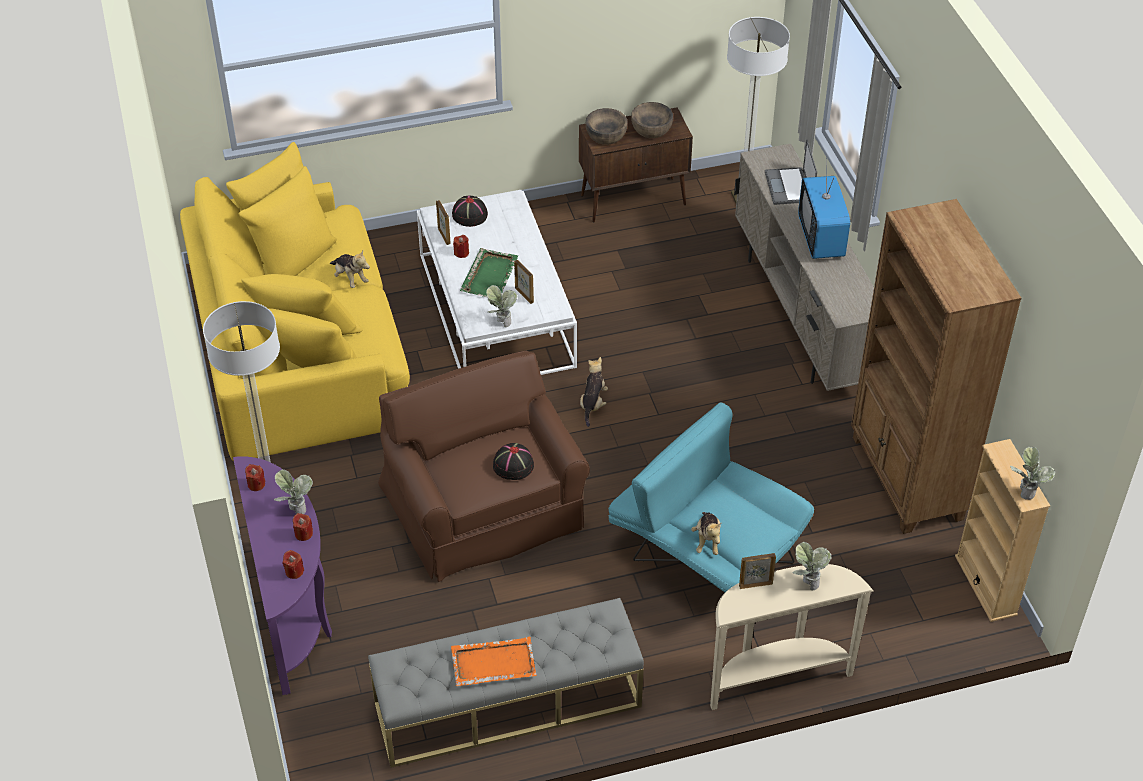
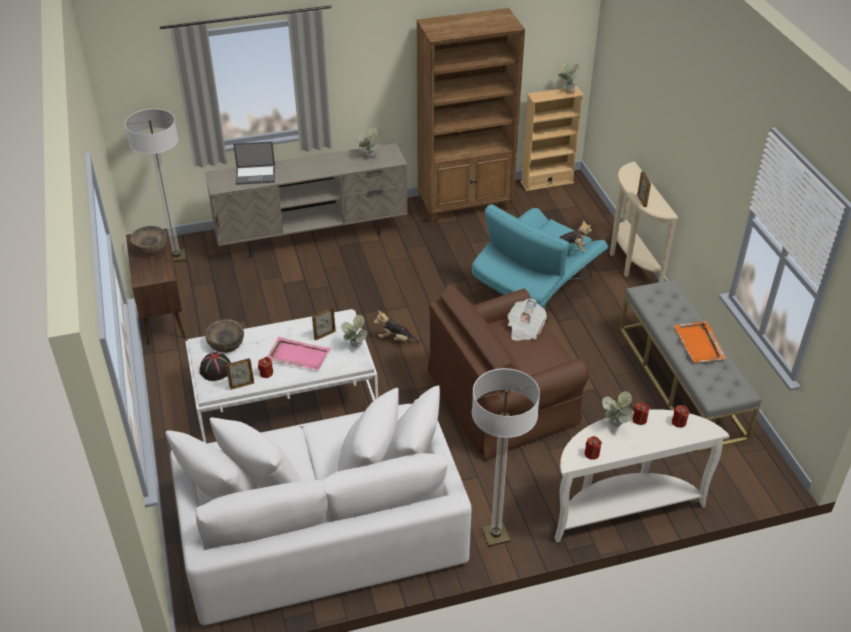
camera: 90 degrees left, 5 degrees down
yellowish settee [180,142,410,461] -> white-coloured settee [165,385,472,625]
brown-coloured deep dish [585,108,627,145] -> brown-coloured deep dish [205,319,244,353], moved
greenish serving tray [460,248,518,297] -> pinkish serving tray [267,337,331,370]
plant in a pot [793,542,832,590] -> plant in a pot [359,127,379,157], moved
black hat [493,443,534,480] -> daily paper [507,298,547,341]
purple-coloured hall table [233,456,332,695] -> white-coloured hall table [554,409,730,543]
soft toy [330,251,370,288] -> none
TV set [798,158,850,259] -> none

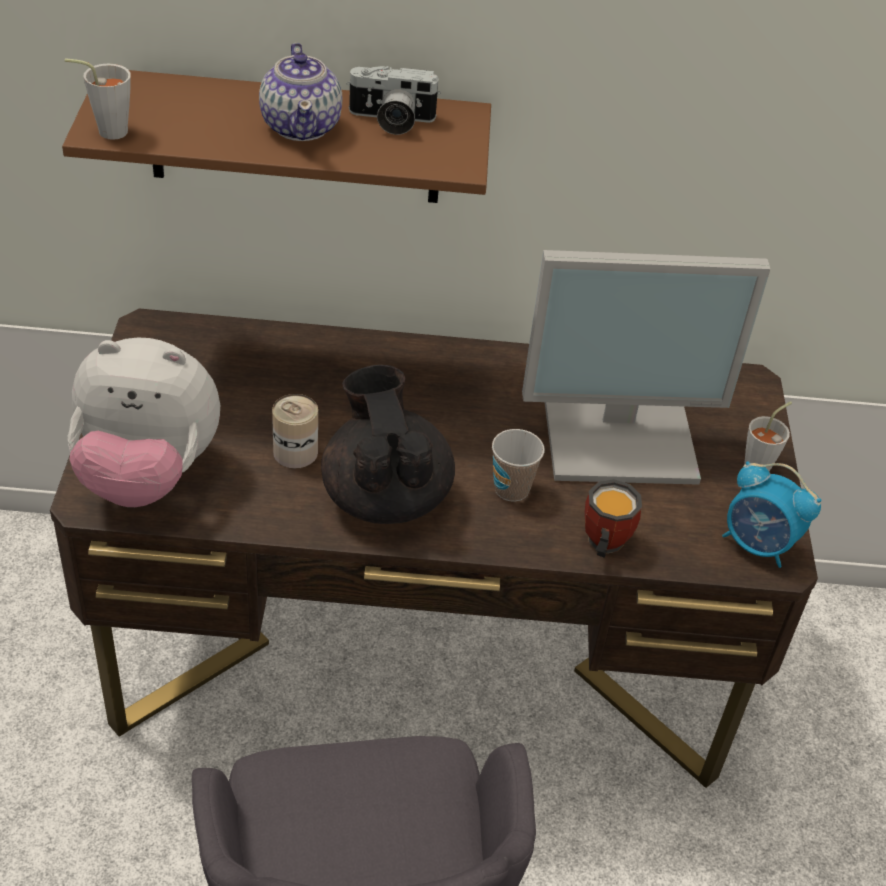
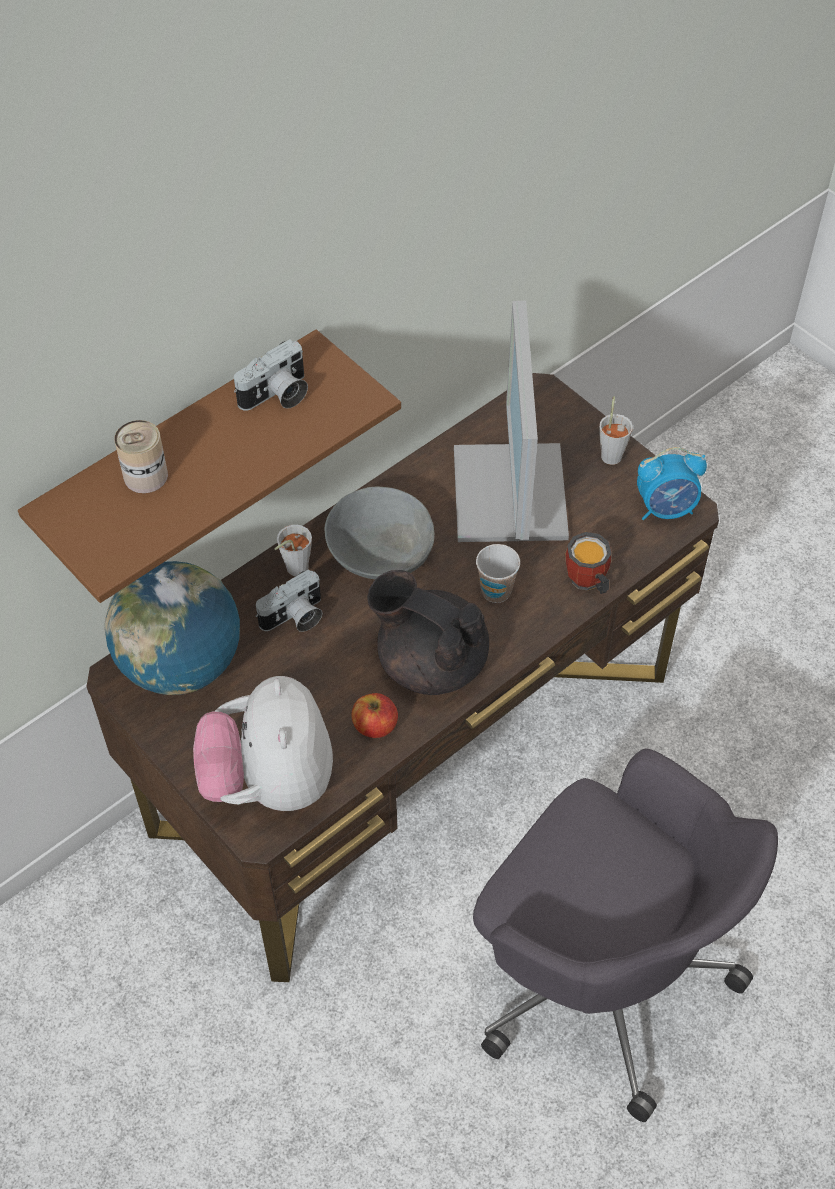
camera: 40 degrees left, 10 degrees up
none -> world globe [105,561,240,695]
sealed can [272,394,318,469] -> sealed can [114,420,168,493], moved
soft toy [67,338,220,507] -> soft toy [193,676,333,811], 120 degrees clockwise
none -> still camera [255,569,323,632]
greyish small cup [65,58,131,140] -> greyish small cup [274,525,312,576], moved
none -> greyish deep dish [325,487,435,579]
none -> apple [351,693,398,738]
computer display [522,250,770,485] -> computer display [454,301,569,542], 135 degrees clockwise
teapot [259,43,343,141] -> none

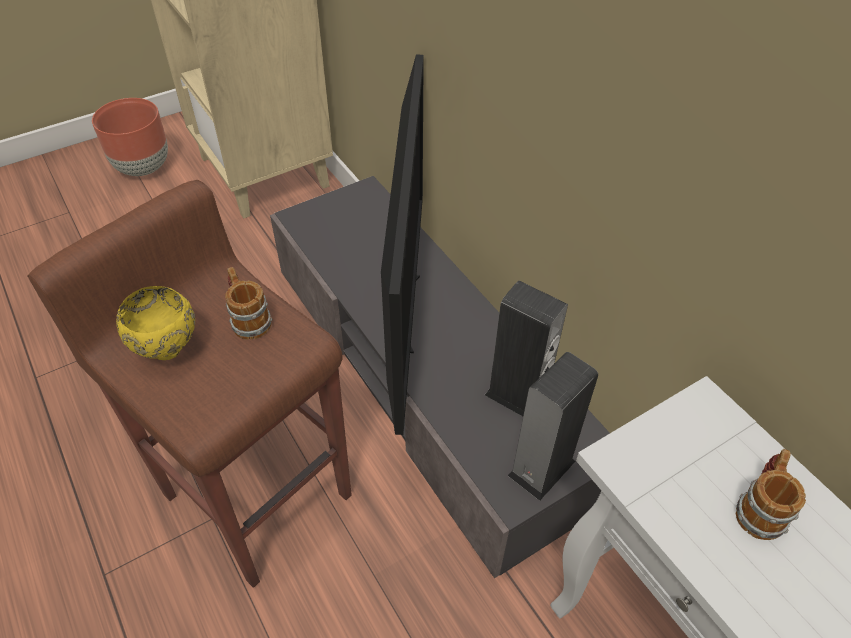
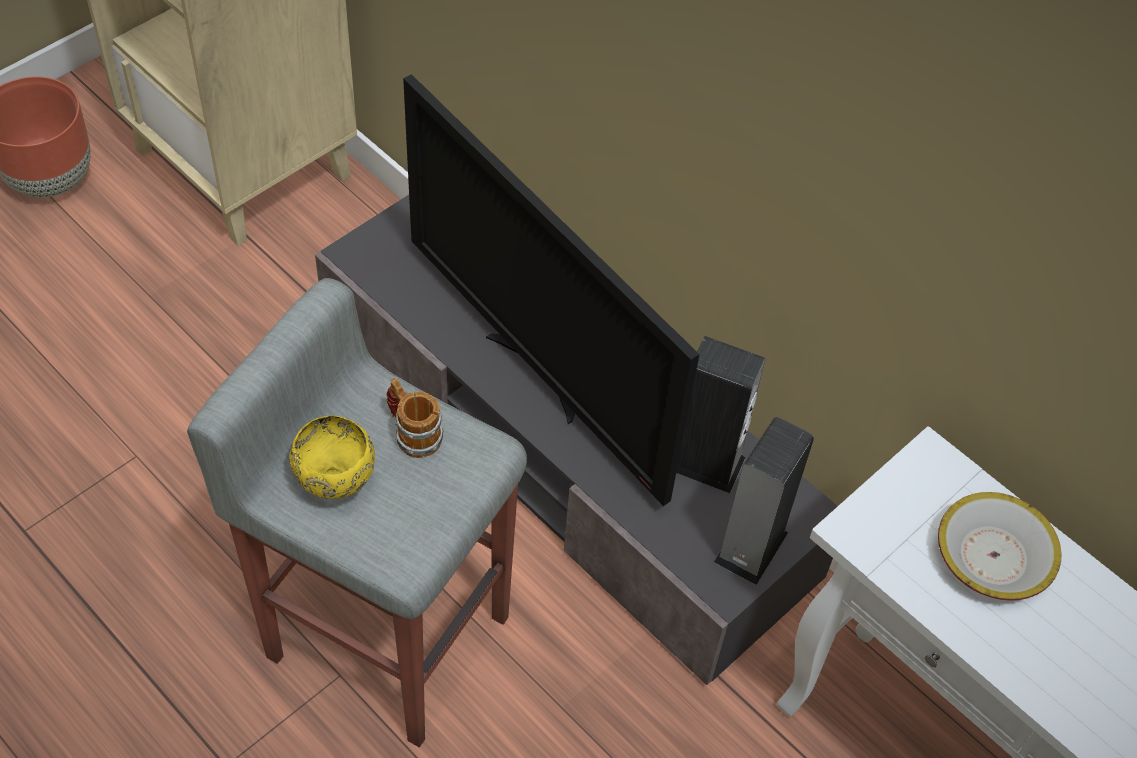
camera: 15 degrees left, 5 degrees up
brown-coloured stool [27,180,352,588] -> greyish stool [187,278,527,747]
TV set [381,55,424,435] -> TV set [403,74,700,506], 150 degrees clockwise
tea mug [735,449,806,540] -> deep dish [938,492,1061,601]

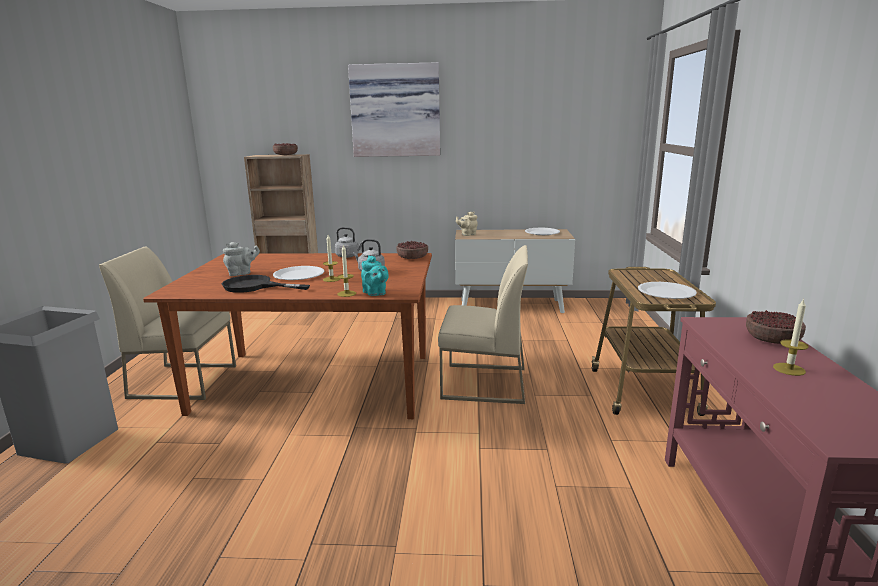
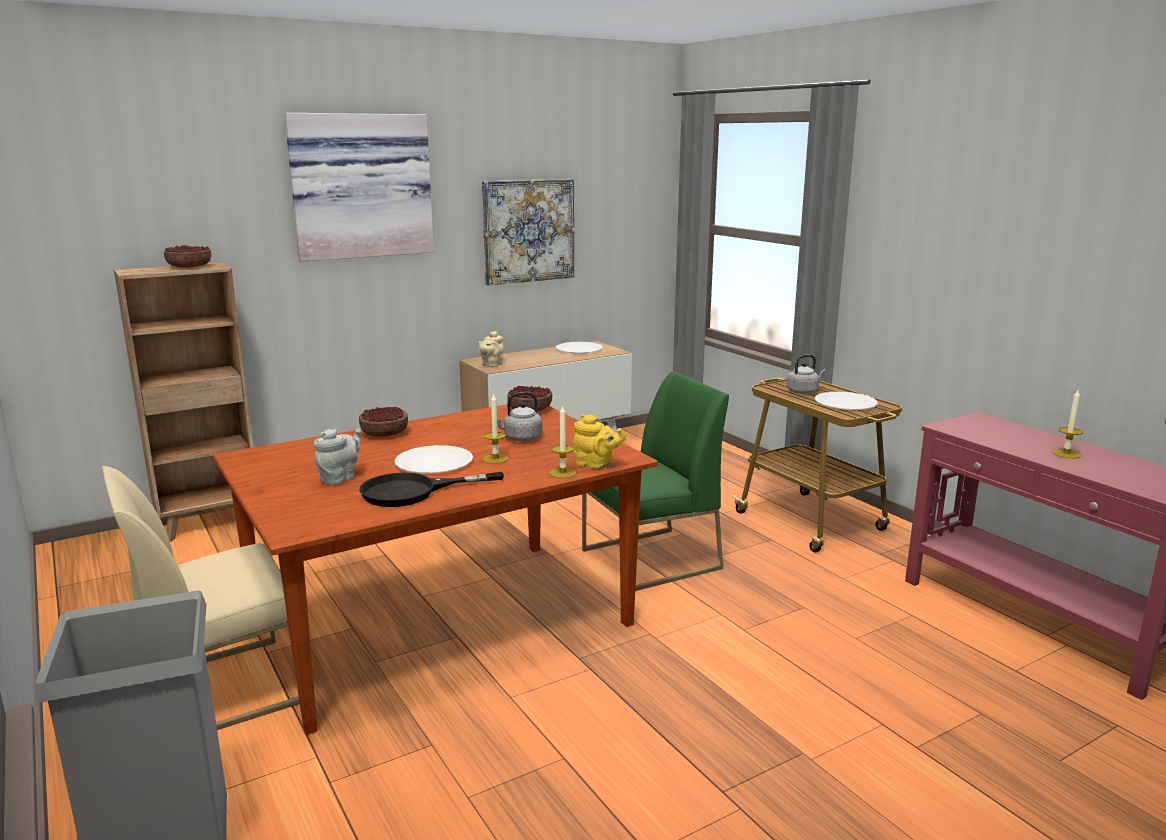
camera: 35 degrees left, 0 degrees up
deep dish [746,310,806,344] -> deep dish [359,407,408,437], moved
none -> wall art [482,179,574,286]
turquoise teapot [361,255,389,296] -> yellowish teapot [573,414,626,469]
sand-coloured plain chair [438,245,528,404] -> greenish plain chair [582,371,729,591]
greyish kettle [335,227,363,258] -> greyish kettle [787,354,826,394], moved

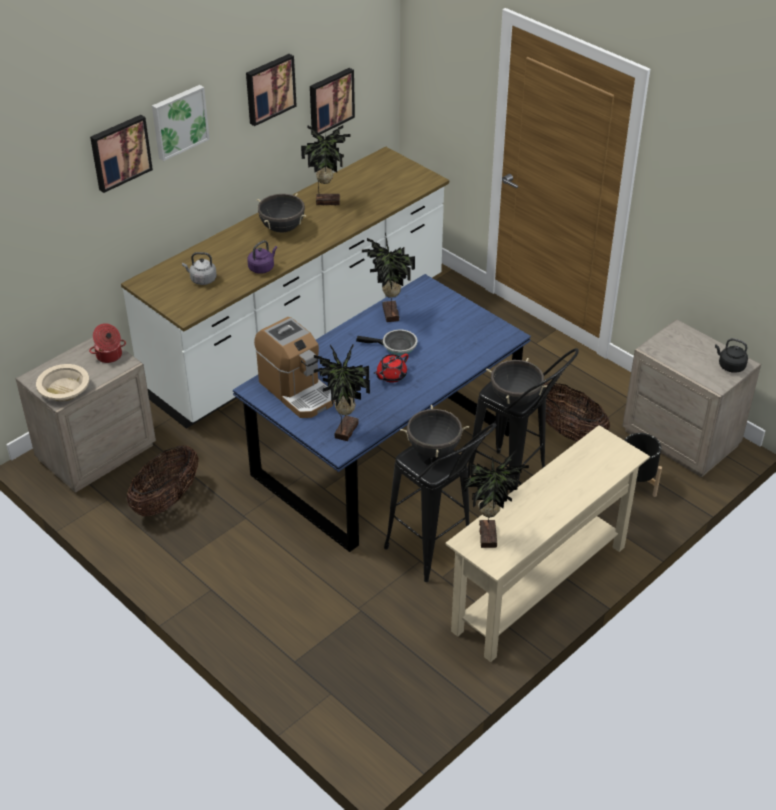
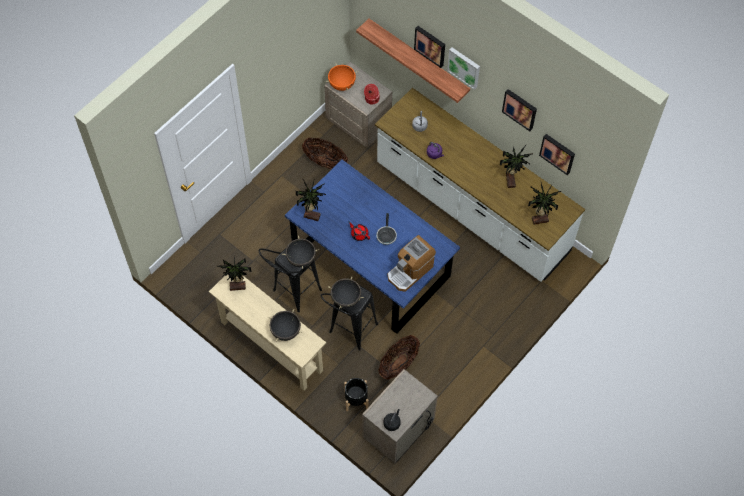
camera: 85 degrees right, 20 degrees up
black saucepot [257,193,306,233] -> black saucepot [268,309,302,341], moved
sand-coloured deep dish [36,364,89,401] -> orange-coloured saucepot [326,63,358,91]
none -> wall shelf [356,19,470,103]
coffee brewer [254,317,335,418] -> coffee brewer [388,235,436,292], moved
plant in a pot [362,233,415,322] -> plant in a pot [528,182,561,225], moved

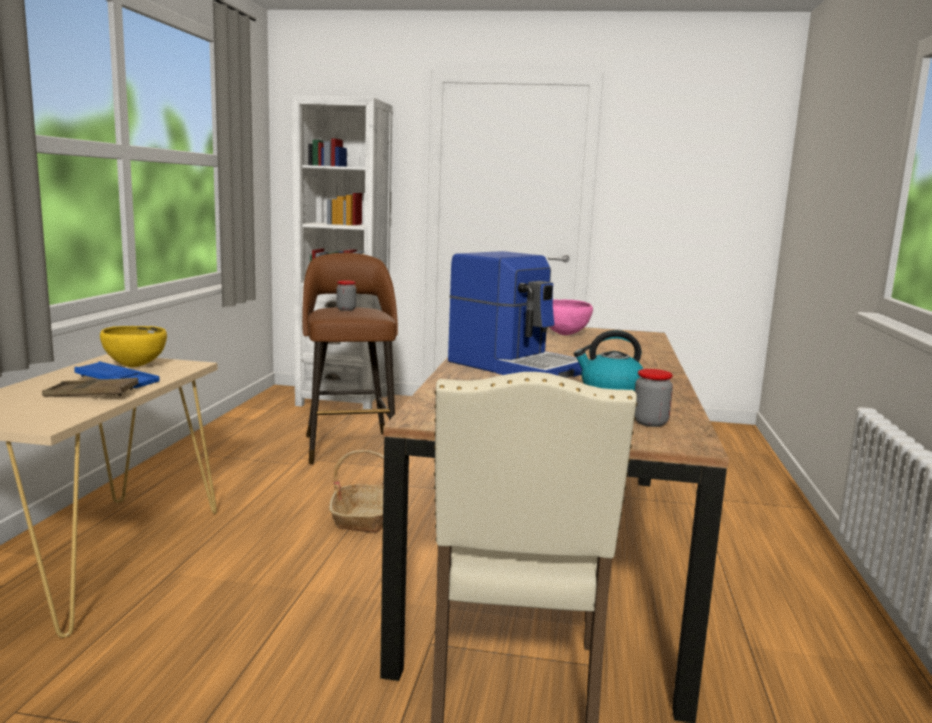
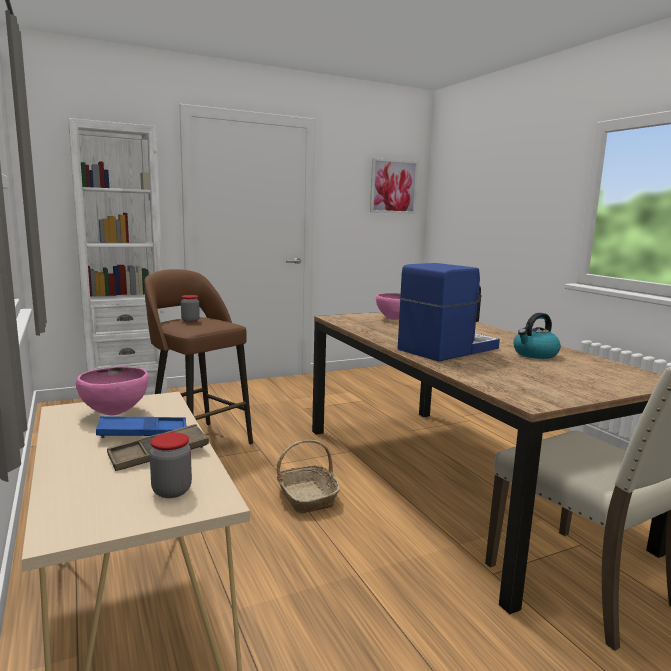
camera: 35 degrees left, 0 degrees up
yellowish deep dish [100,326,167,367] -> pinkish deep dish [76,366,149,416]
jar [635,369,673,427] -> jar [150,432,192,498], moved
none -> wall art [370,158,418,214]
coffee brewer [448,251,582,378] -> coffee brewer [398,263,500,362], 45 degrees counterclockwise

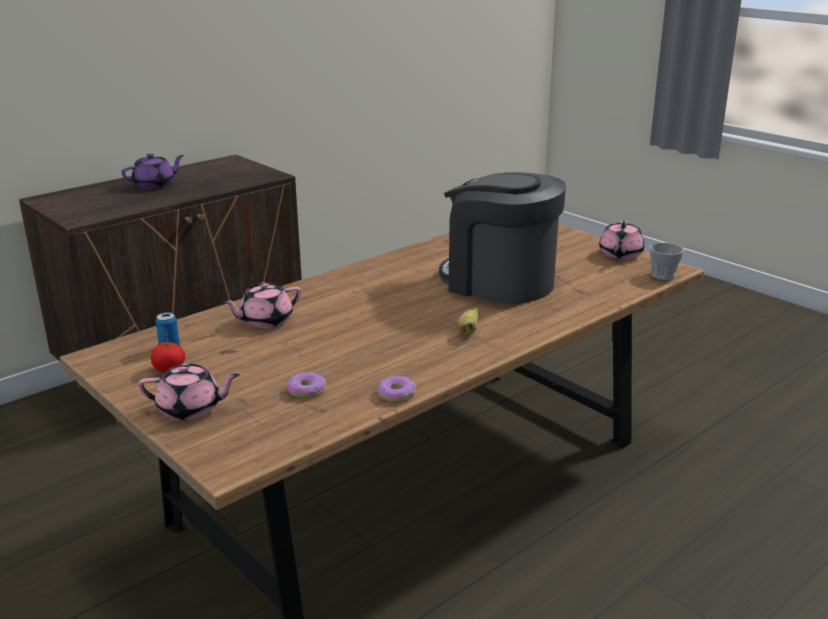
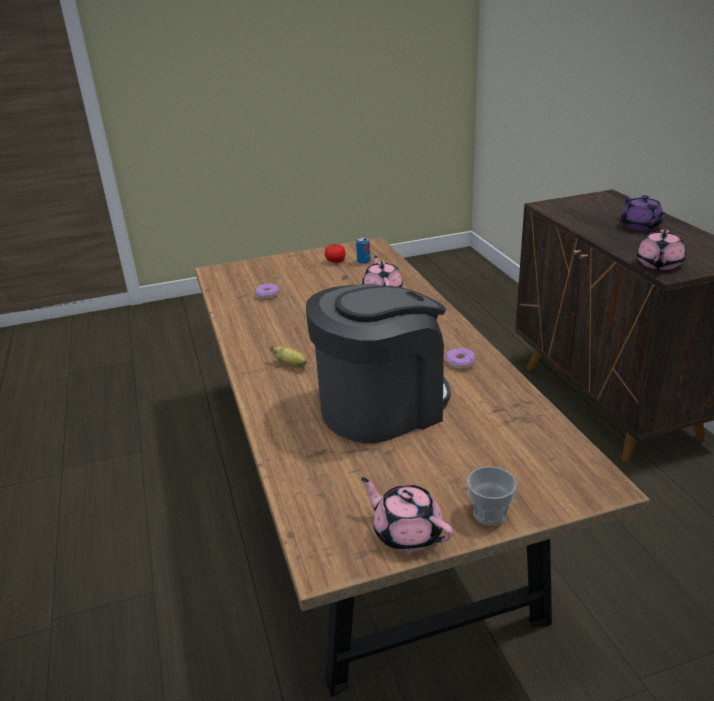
camera: 115 degrees right, 5 degrees up
ring doughnut [377,375,416,402] -> ring doughnut [445,348,476,369], moved
small cup [650,242,684,280] -> small cup [467,466,517,526], moved
pinkish teapot [138,364,240,420] -> pinkish teapot [637,230,686,270], moved

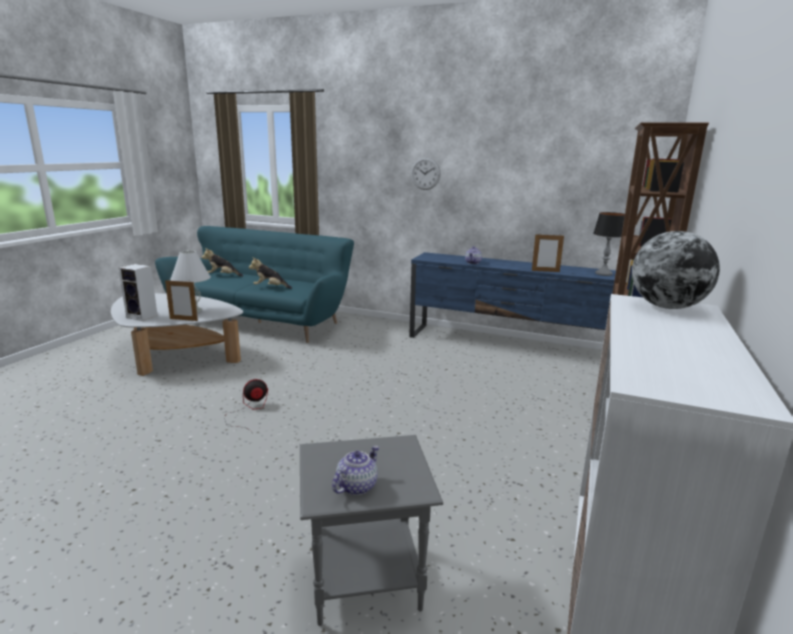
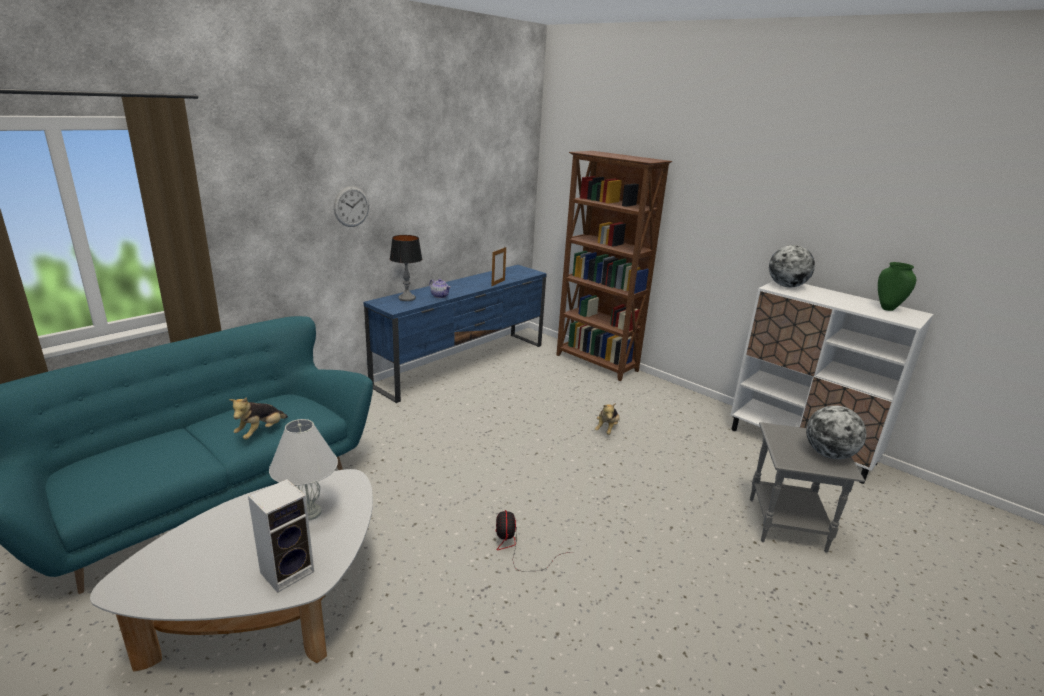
camera: 70 degrees left, 5 degrees up
lamp for a table [593,212,625,276] -> lamp for a table [390,235,422,301], moved
soft toy [202,248,243,276] -> soft toy [595,403,620,435], moved
teapot [332,446,379,495] -> world globe [806,405,866,459]
none -> greenish vase [878,262,916,311]
picture frame [165,280,198,321] -> none

